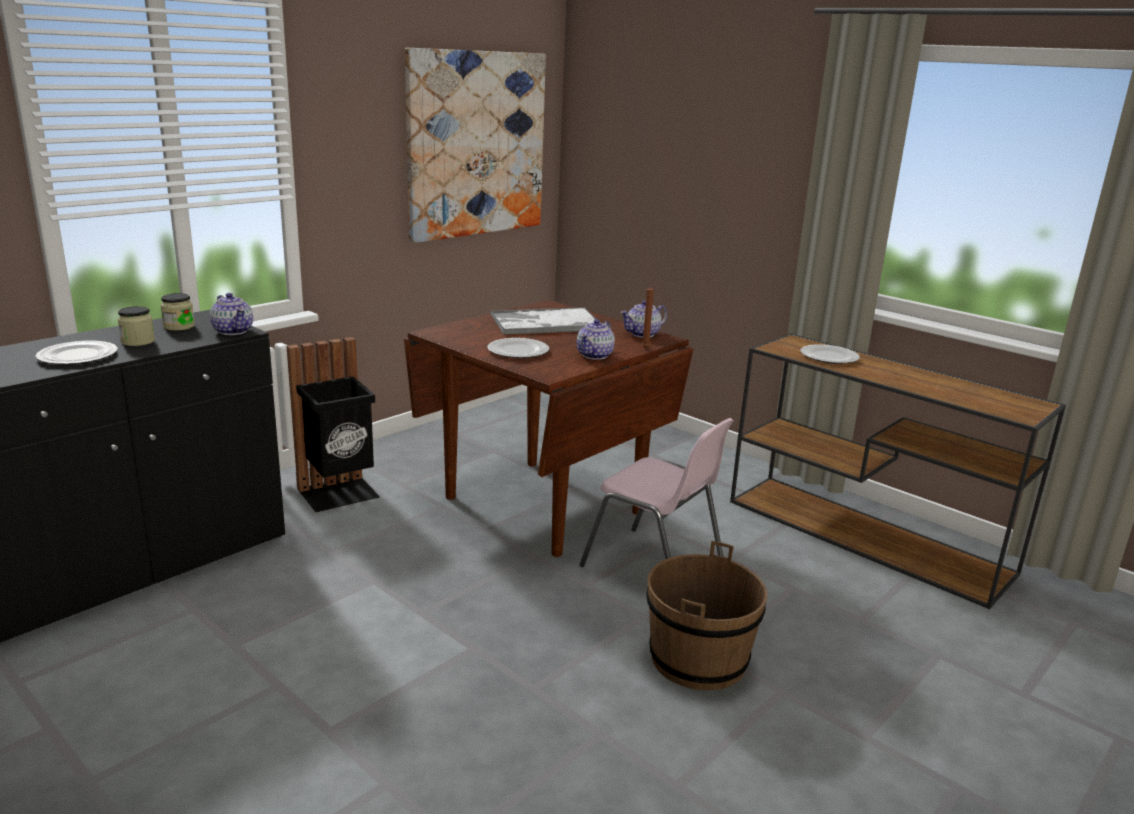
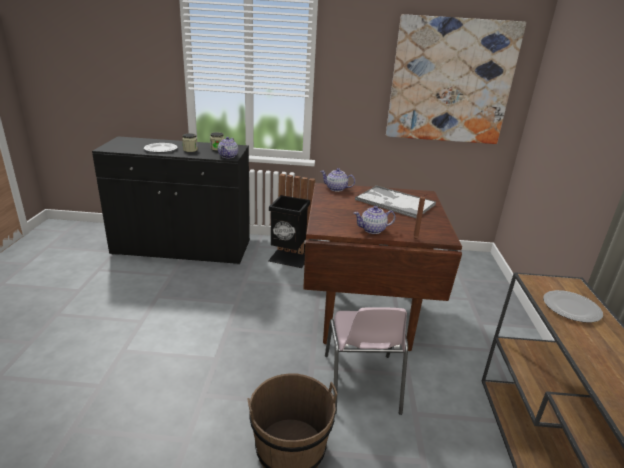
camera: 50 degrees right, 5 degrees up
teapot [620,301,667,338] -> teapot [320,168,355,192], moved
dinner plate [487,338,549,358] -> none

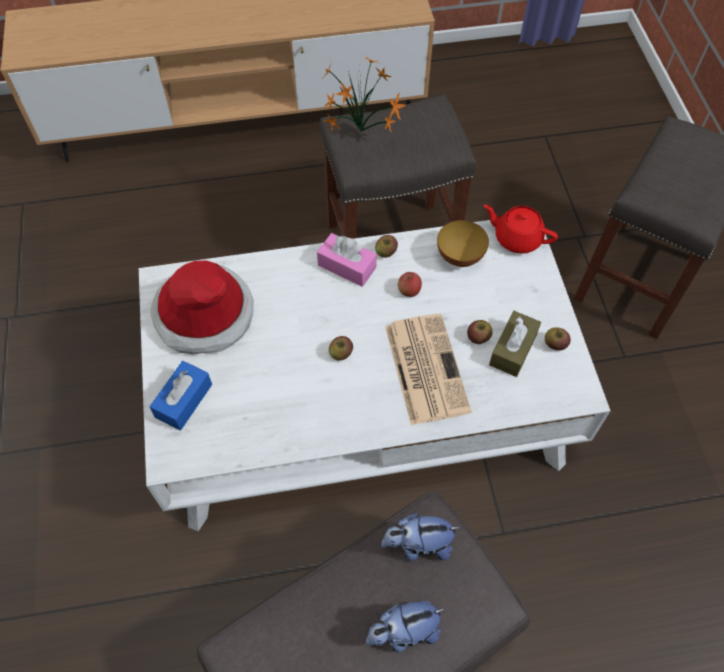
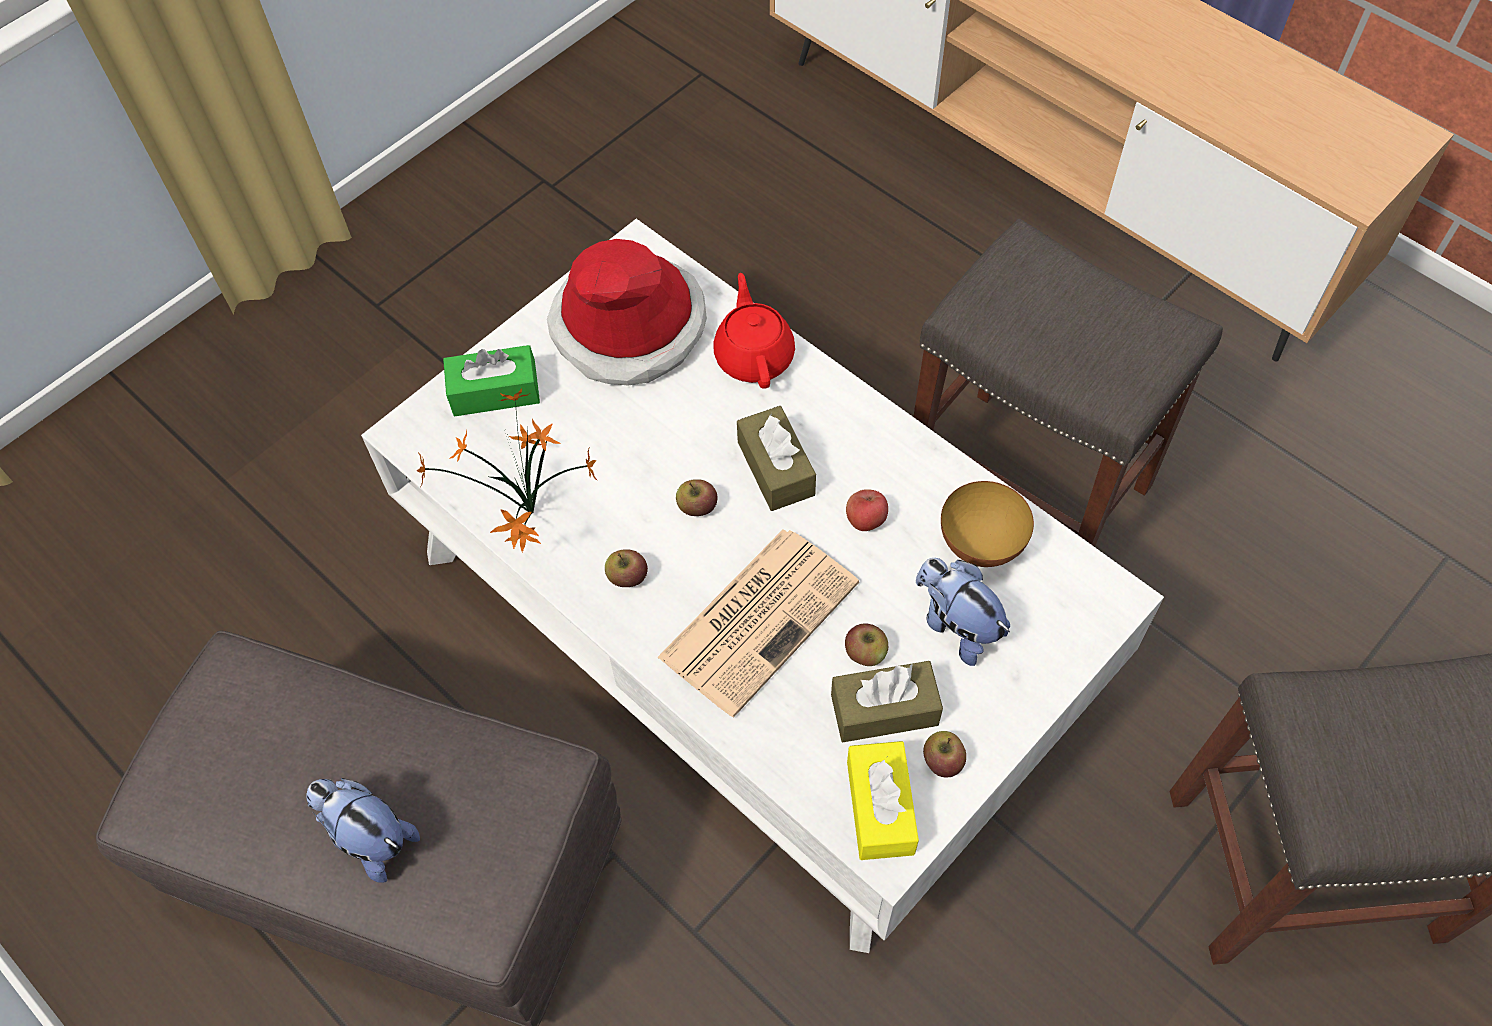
camera: 55 degrees right, 0 degrees up
plant in a pot [323,56,406,132] -> plant in a pot [417,389,598,552], moved
bluish tissue box [149,361,212,430] -> greenish tissue box [443,345,540,416]
apple [375,235,398,258] -> apple [605,550,648,587], moved
reddish teapot [483,205,558,253] -> reddish teapot [713,273,795,389], moved
none -> brown-coloured tissue box [737,406,816,511]
none -> yellowish tissue box [847,741,919,860]
soft toy [381,513,460,561] -> soft toy [916,558,1010,666], moved
pinkish tissue box [317,233,377,287] -> none

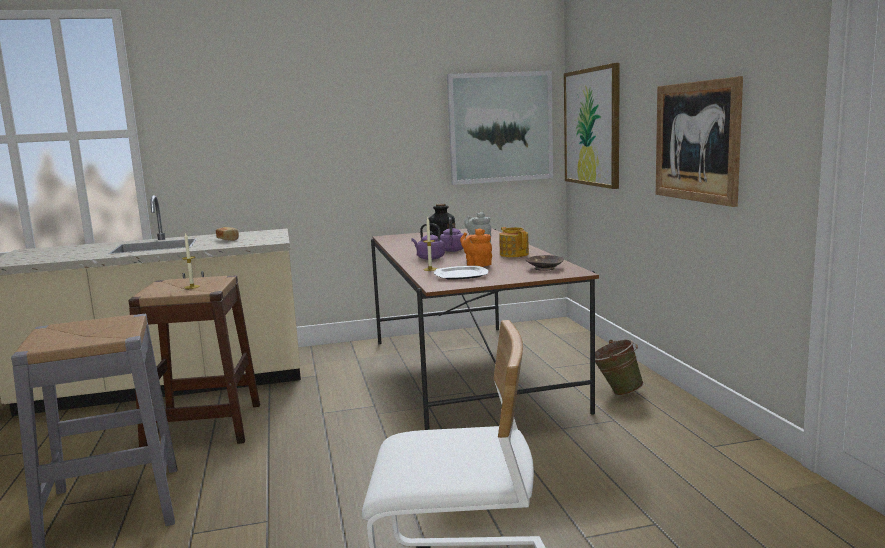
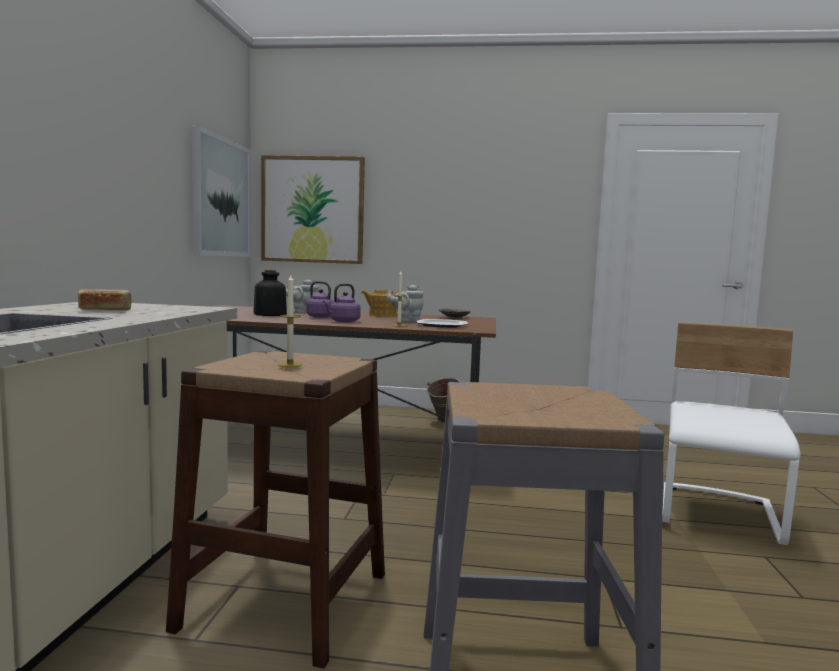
camera: 70 degrees left, 5 degrees down
orange-coloured teapot [460,228,492,267] -> greyish teapot [387,285,424,322]
wall art [656,76,743,207] -> none

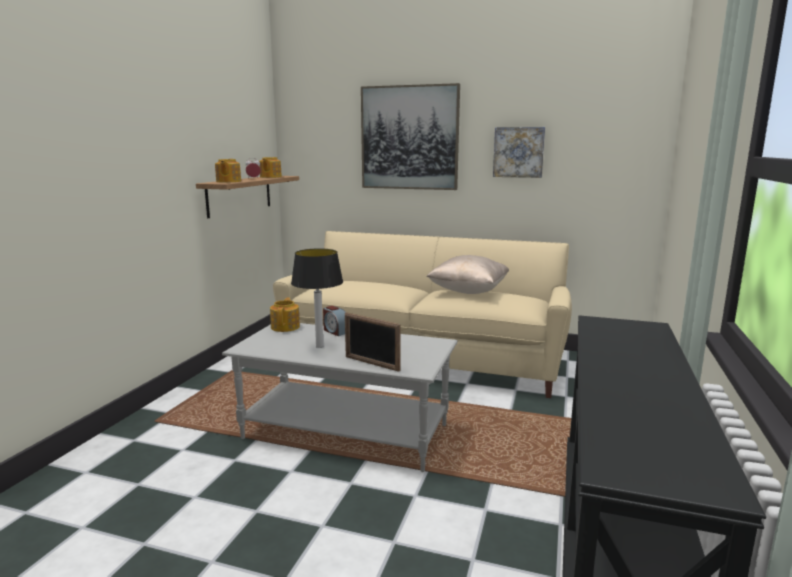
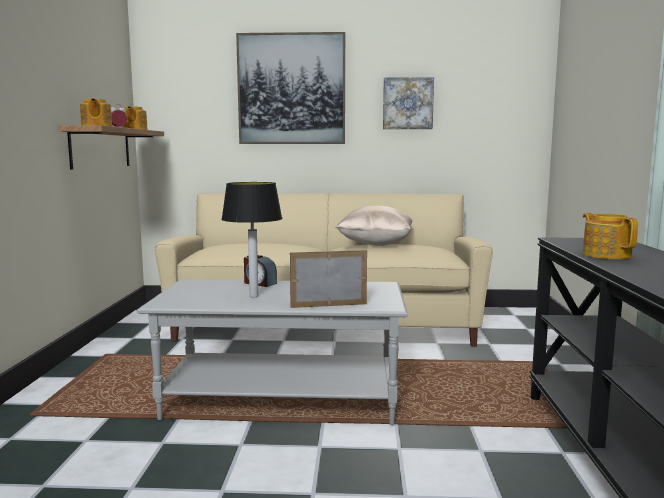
camera: 15 degrees left, 5 degrees down
picture frame [345,312,401,372] -> picture frame [290,250,367,308], 150 degrees clockwise
teapot [270,297,300,332] -> teapot [583,213,638,259], moved

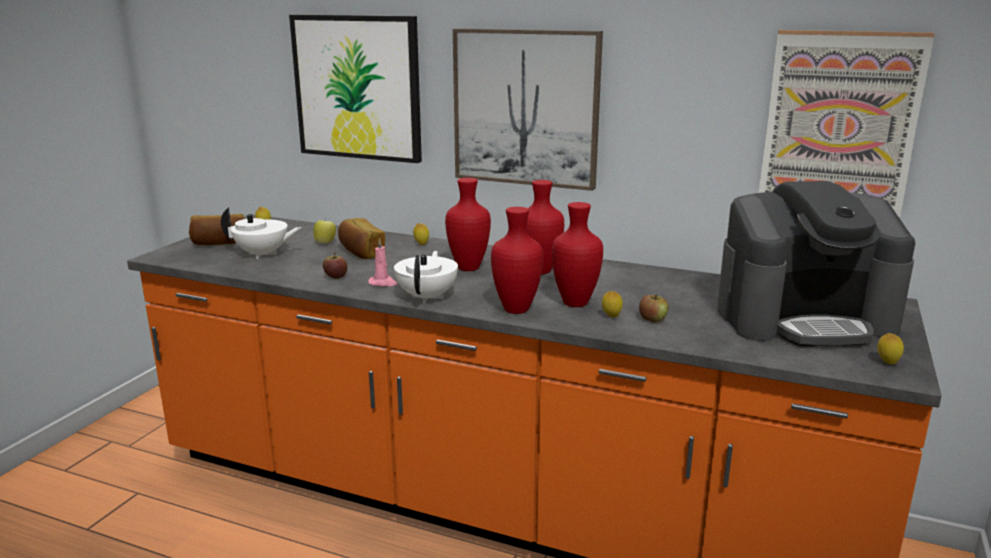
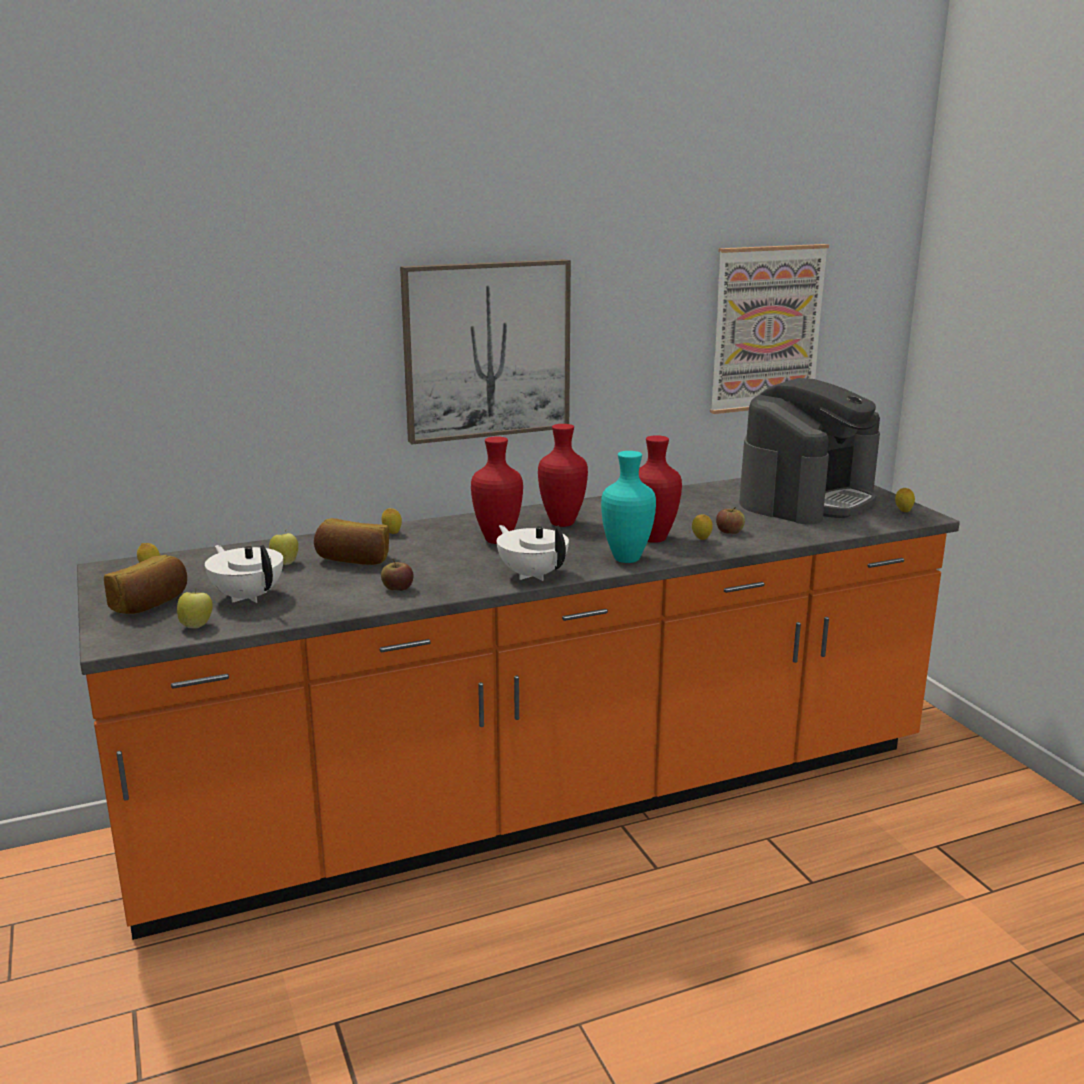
camera: 45 degrees left, 0 degrees up
none -> apple [177,588,213,628]
white-coloured teapot [221,208,302,259] -> white-coloured teapot [205,545,283,603], 90 degrees counterclockwise
reddish vase [491,207,543,314] -> turquoise vase [601,451,656,563]
wall art [289,15,422,163] -> none
pinkish wax candle [368,238,397,287] -> none

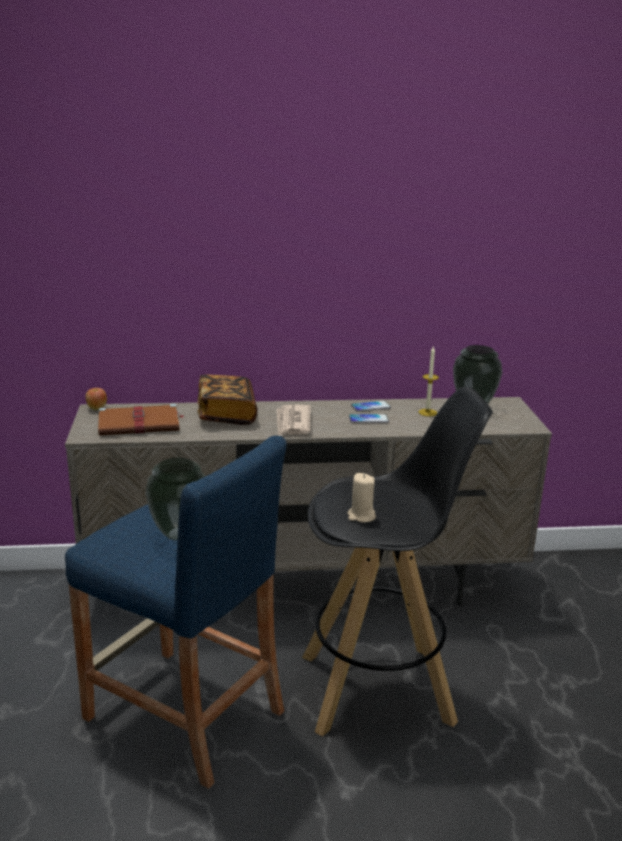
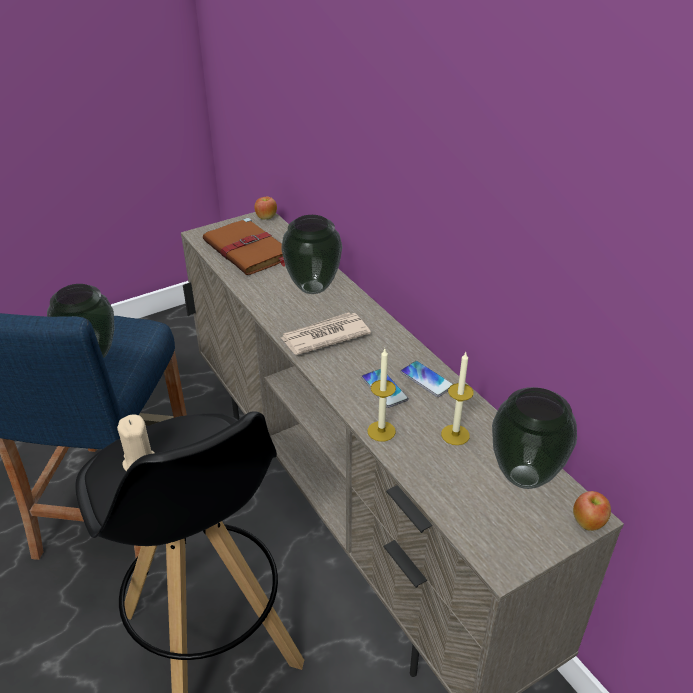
camera: 65 degrees right, 15 degrees up
book [197,374,257,425] -> vase [281,215,342,294]
none -> wax candle [367,349,396,442]
none -> apple [573,491,611,531]

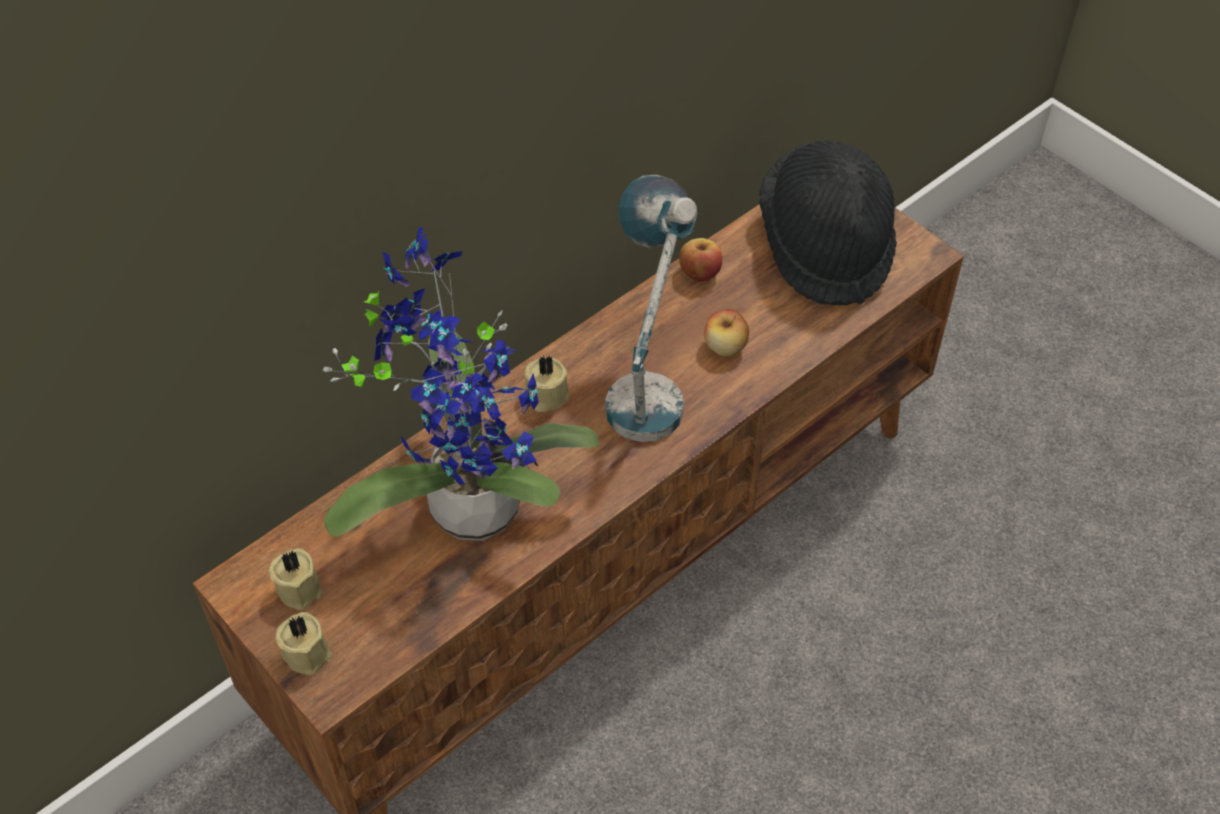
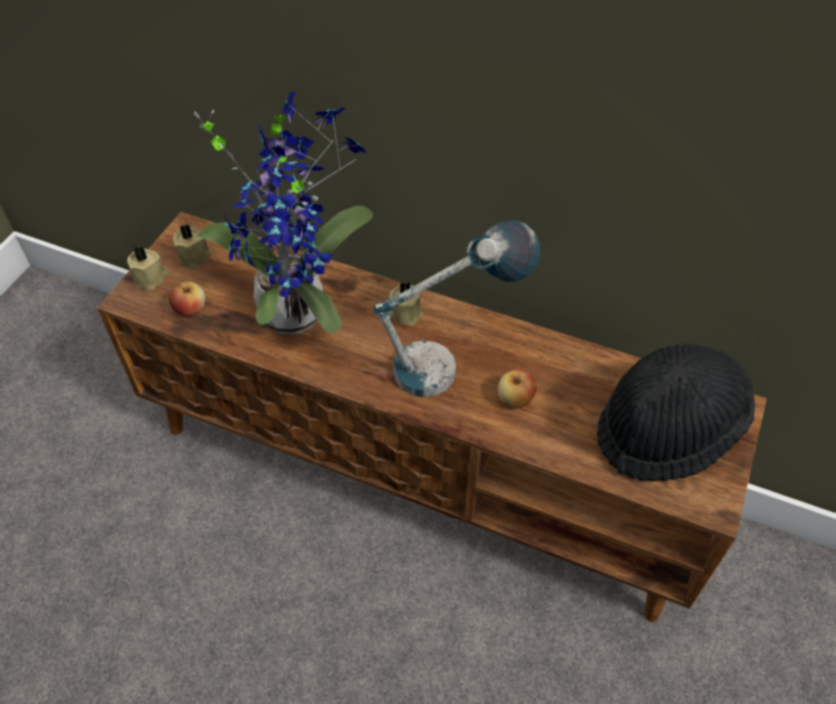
camera: 65 degrees right, 0 degrees up
apple [679,238,722,282] -> apple [168,281,205,317], moved

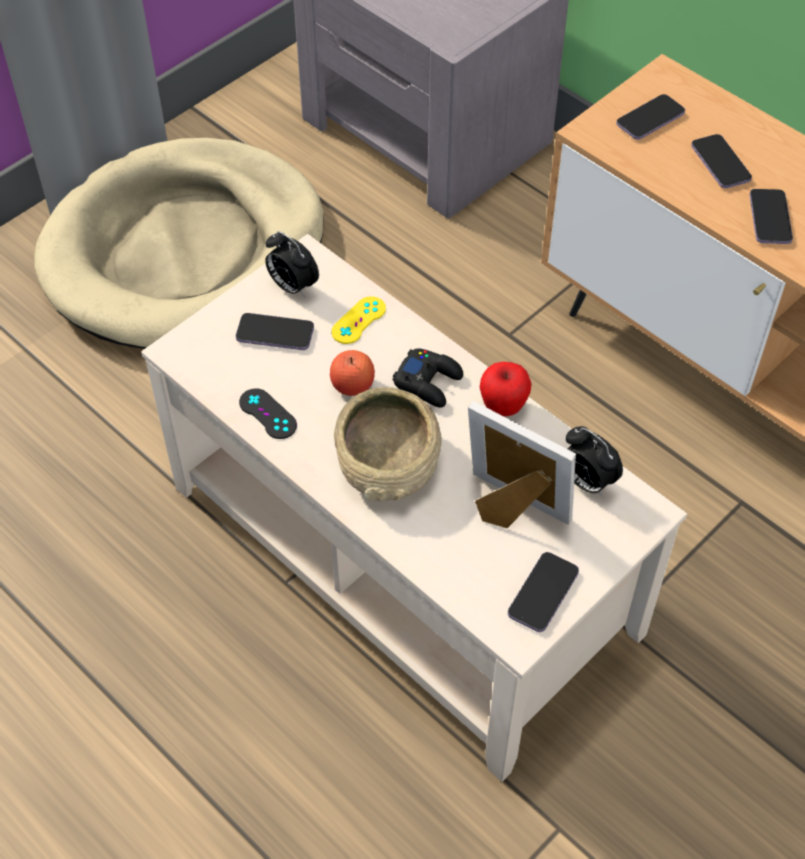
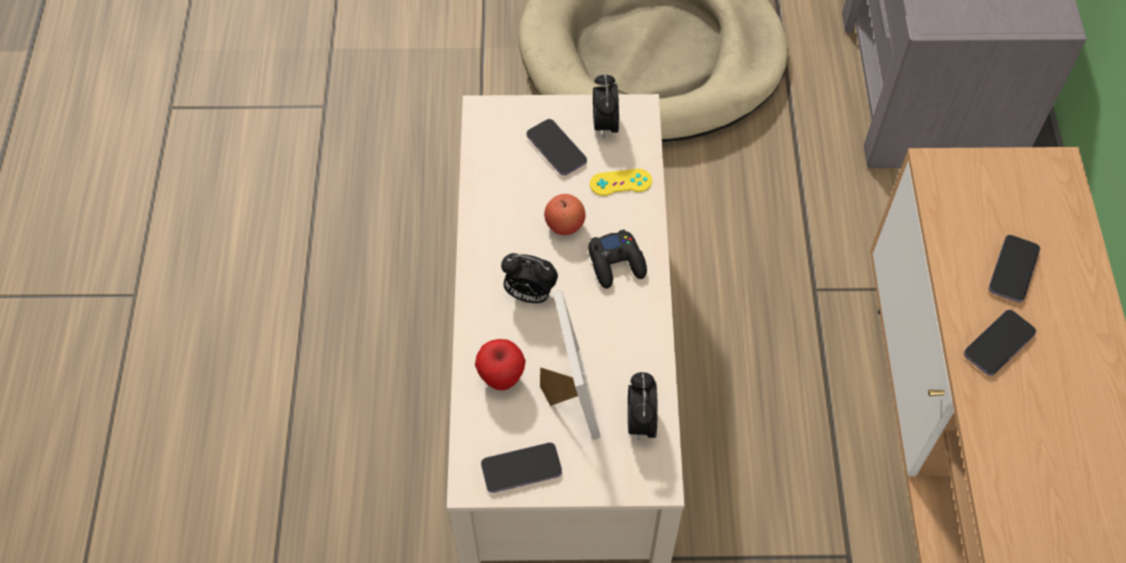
camera: 45 degrees right, 5 degrees up
apple [480,362,532,416] -> apple [475,339,526,391], moved
sand-coloured deep dish [334,387,441,501] -> bedside clock [501,253,558,303]
black game controller [239,388,297,439] -> none
phone [616,94,685,140] -> none

